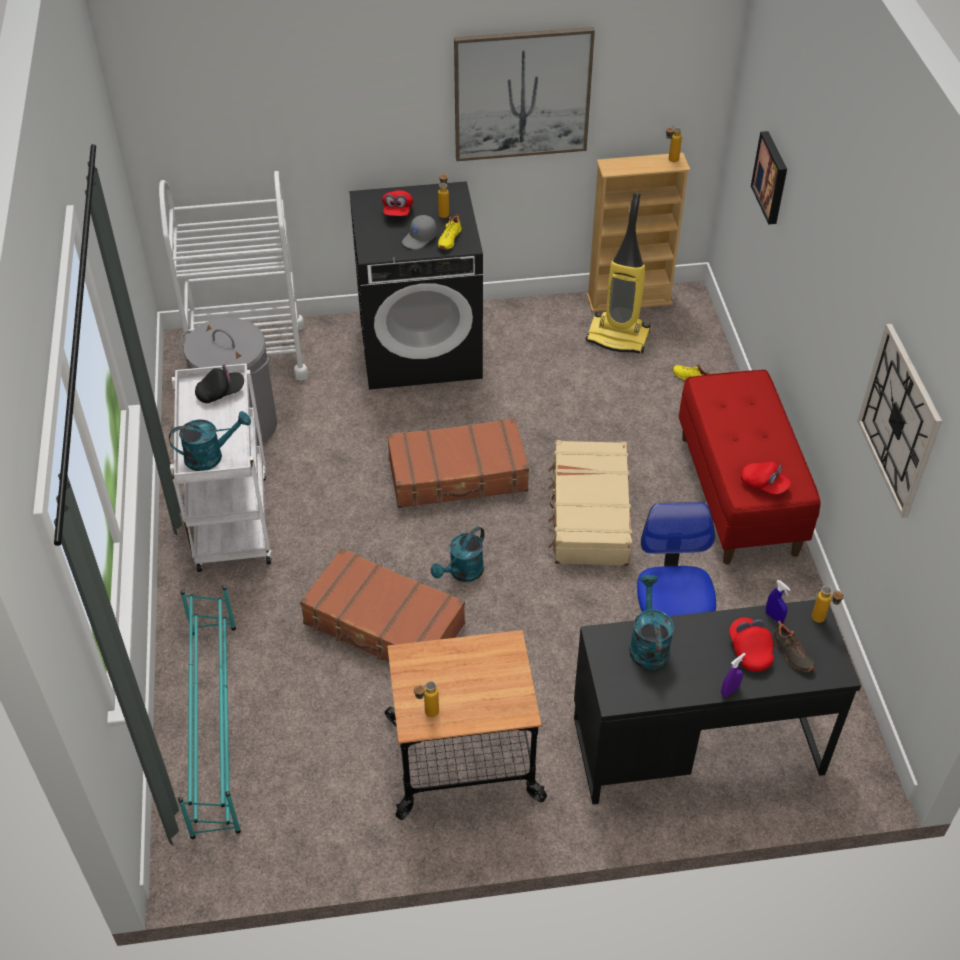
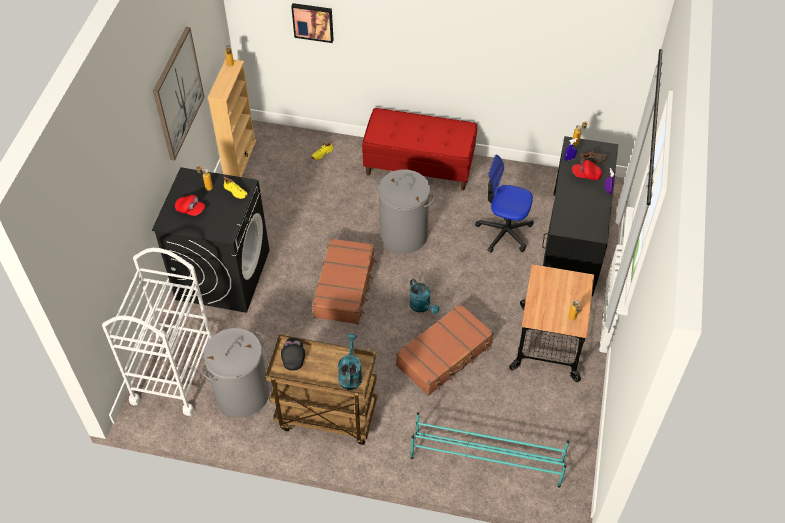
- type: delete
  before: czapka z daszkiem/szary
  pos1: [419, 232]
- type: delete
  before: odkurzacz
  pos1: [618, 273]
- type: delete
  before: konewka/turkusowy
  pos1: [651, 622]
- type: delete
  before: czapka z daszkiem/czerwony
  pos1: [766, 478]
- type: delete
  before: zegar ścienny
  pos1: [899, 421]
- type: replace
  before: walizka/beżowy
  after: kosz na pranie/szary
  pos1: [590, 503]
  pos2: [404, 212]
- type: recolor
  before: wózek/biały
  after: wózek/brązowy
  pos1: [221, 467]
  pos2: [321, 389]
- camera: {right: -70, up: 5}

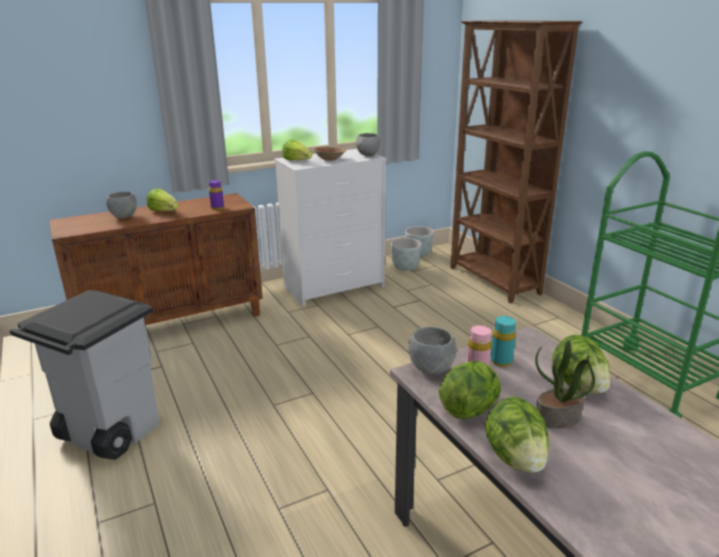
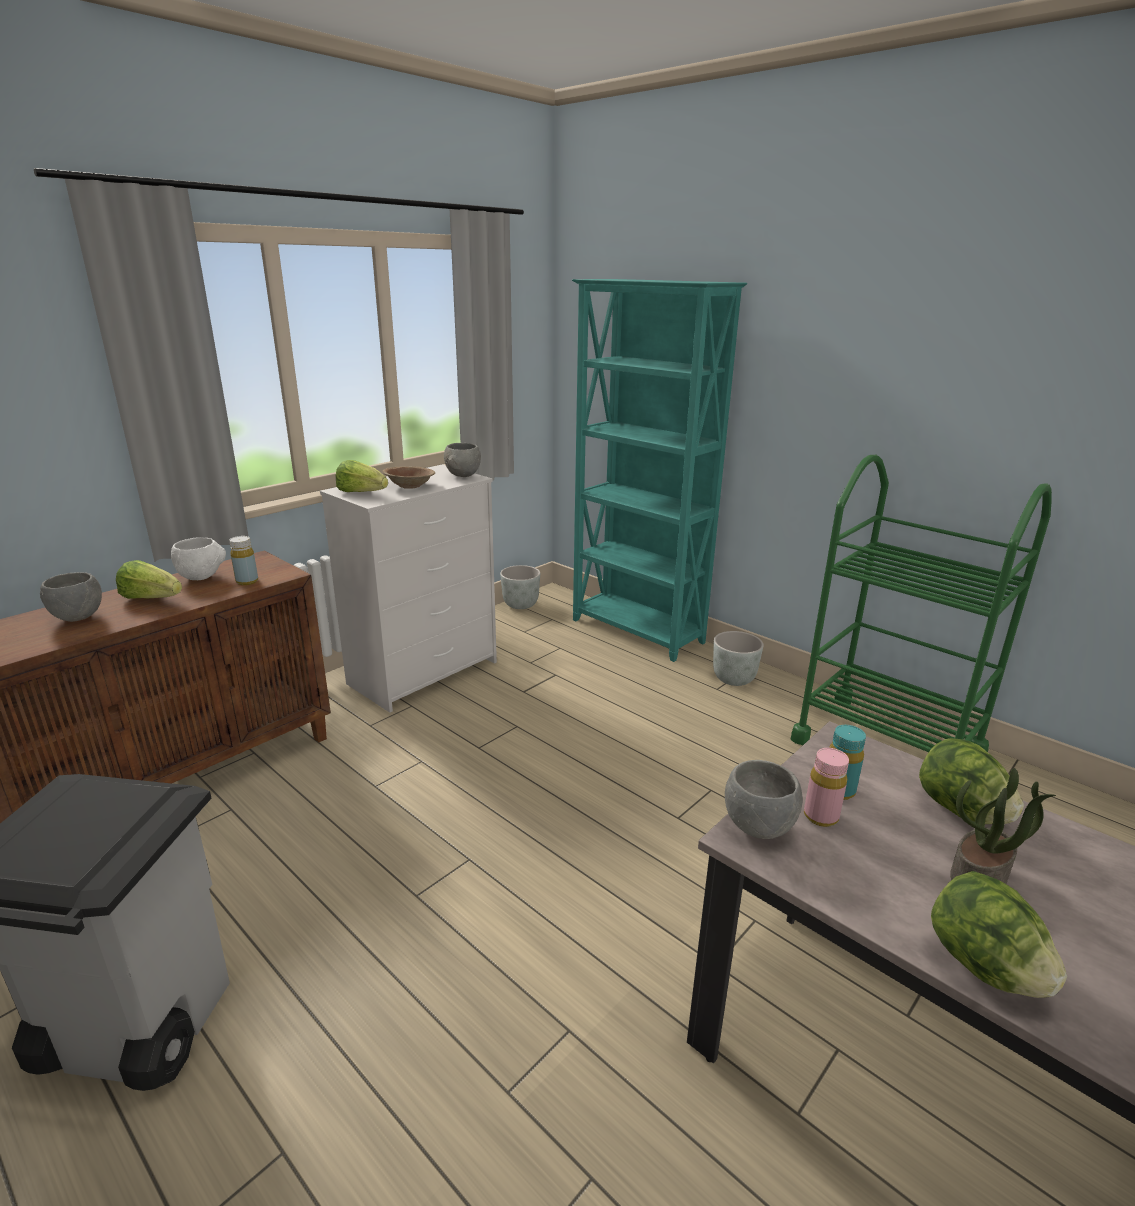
- type: delete
  before: sałata
  pos1: [470, 390]
- type: insert
  after: miska/biały
  pos2: [198, 559]
- type: move
  before: donica/szary
  pos1: [406, 254]
  pos2: [738, 658]
- type: recolor
  before: butelka/fioletowy
  after: butelka/żółty
  pos1: [216, 195]
  pos2: [243, 560]
- type: recolor
  before: regał/brązowy
  after: regał/turkusowy
  pos1: [517, 162]
  pos2: [659, 470]
- camera: {right: -20, up: 0}

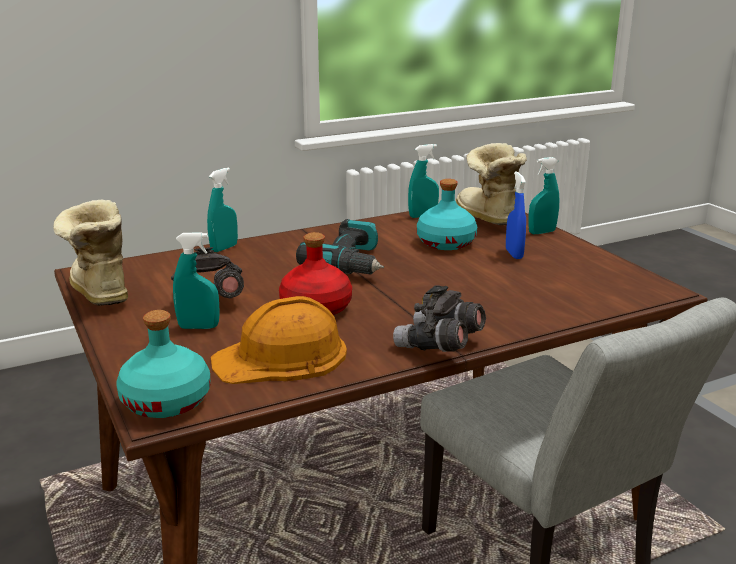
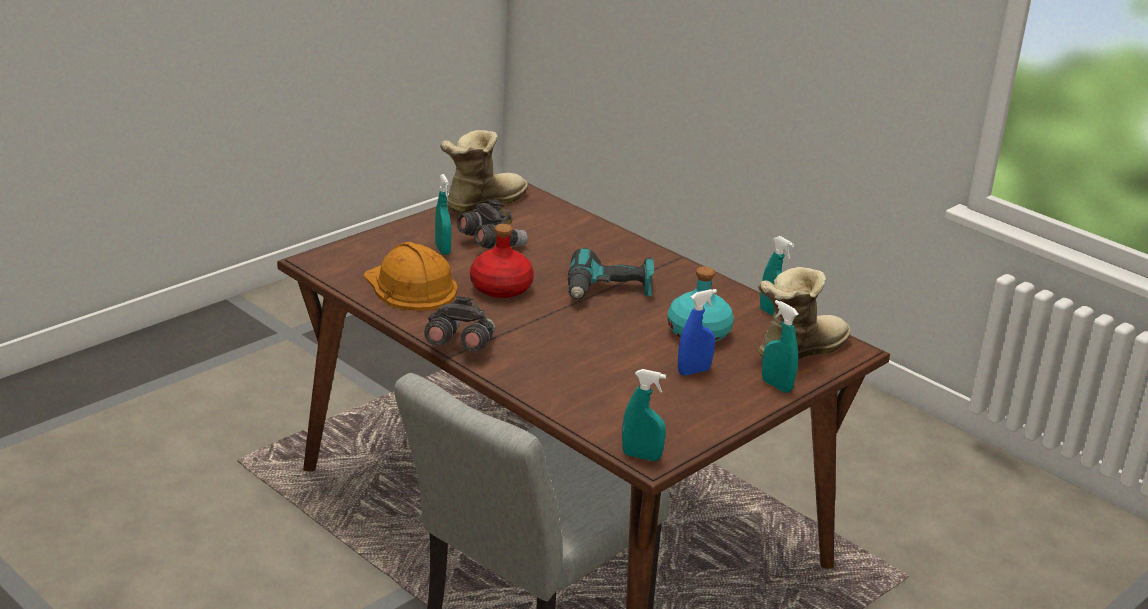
- type: delete
  before: butelka/turkusowy
  pos1: [163, 364]
- type: move
  before: spryskiwacz/turkusowy
  pos1: [222, 210]
  pos2: [644, 415]
- camera: {right: 70, up: 5}

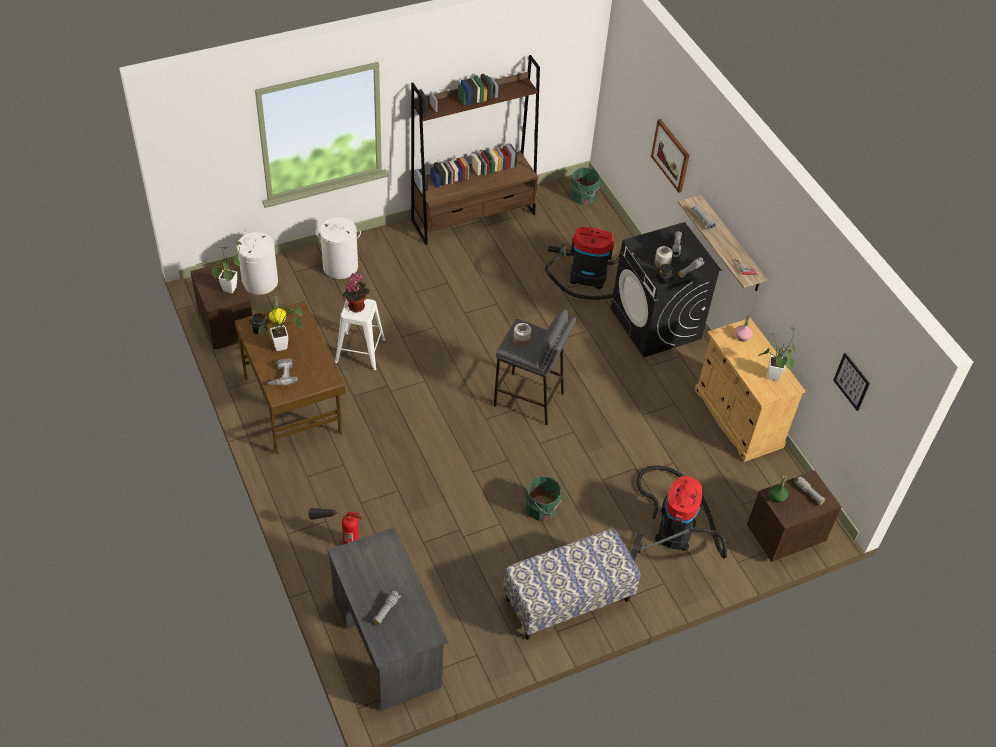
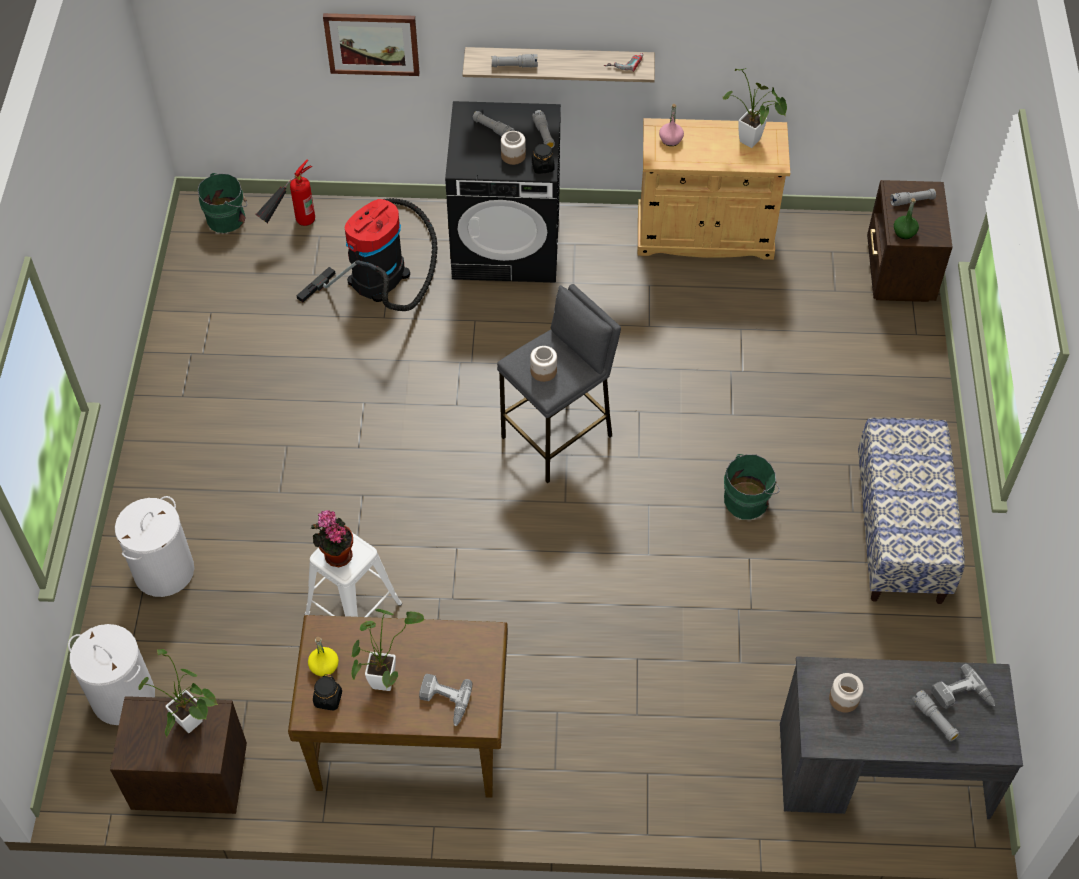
- type: delete
  before: regał/brązowy
  pos1: [475, 150]
- type: delete
  before: odkurzacz
  pos1: [678, 513]
- type: delete
  before: obraz
  pos1: [851, 382]
- type: insert
  after: słoik
  pos2: [846, 693]
- type: insert
  after: wiertarka
  pos2: [963, 686]
- type: move
  before: gaśnica
  pos1: [335, 526]
  pos2: [285, 193]
- camera: {right: -60, up: 5}

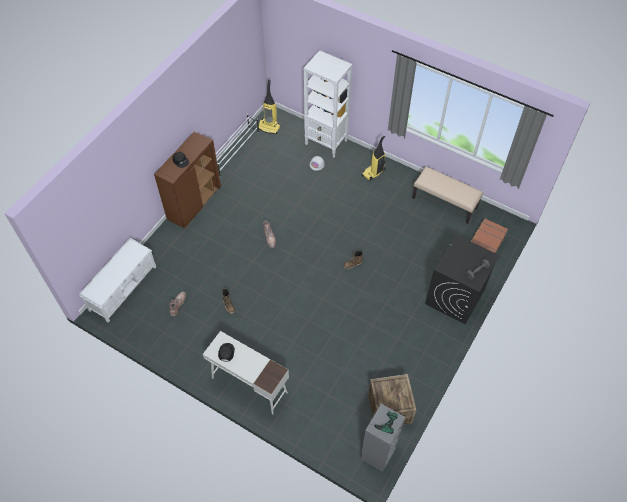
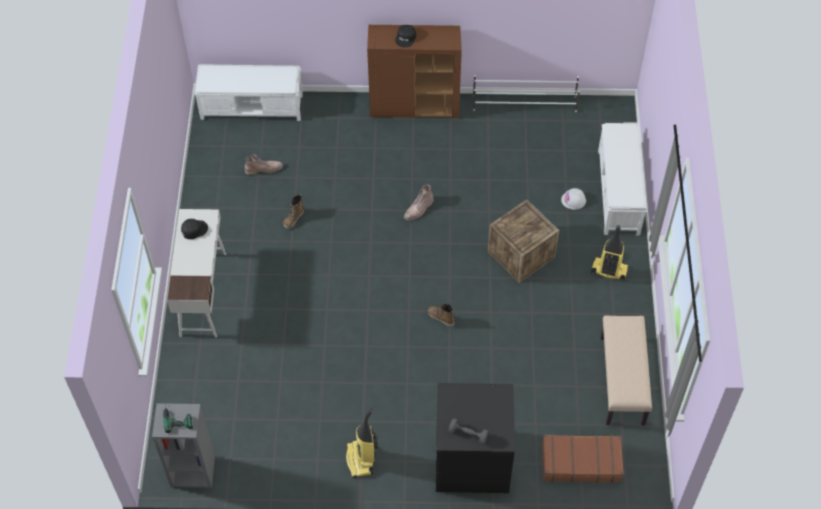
- type: move
  before: odkurzacz
  pos1: [269, 107]
  pos2: [362, 443]
- type: move
  before: skrzynka
  pos1: [392, 399]
  pos2: [523, 241]
- type: replace
  before: regał/biały
  after: ławka/biały
  pos1: [328, 104]
  pos2: [622, 178]
- camera: {right: 60, up: 0}

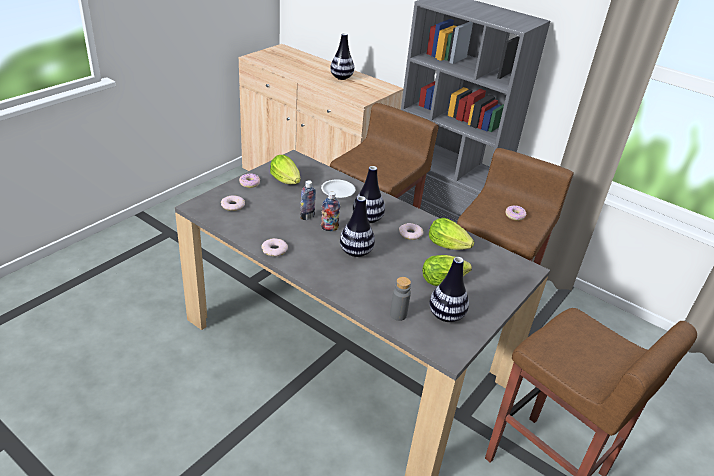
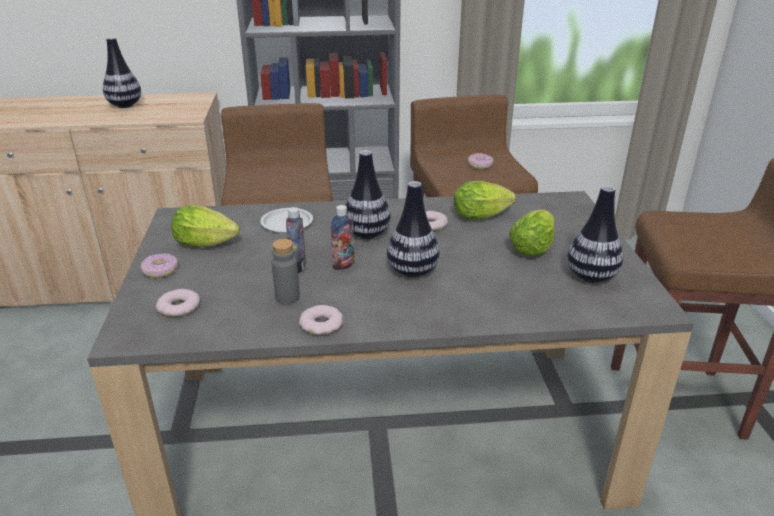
- type: move
  before: butelka/szary
  pos1: [400, 299]
  pos2: [286, 272]
- camera: {right: -40, up: -5}

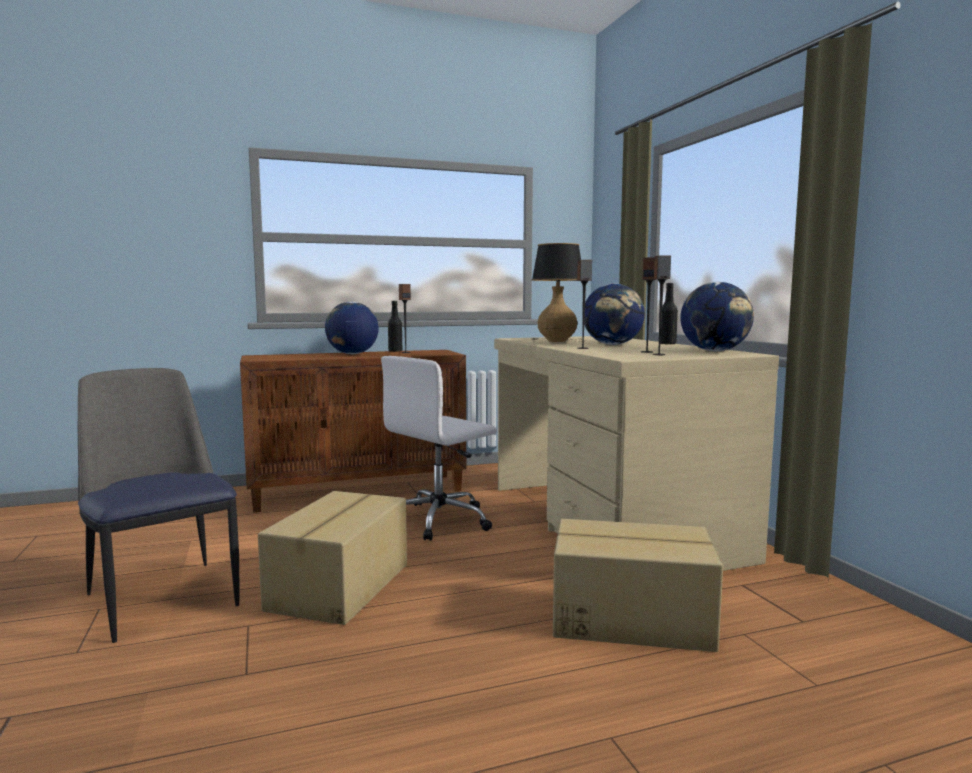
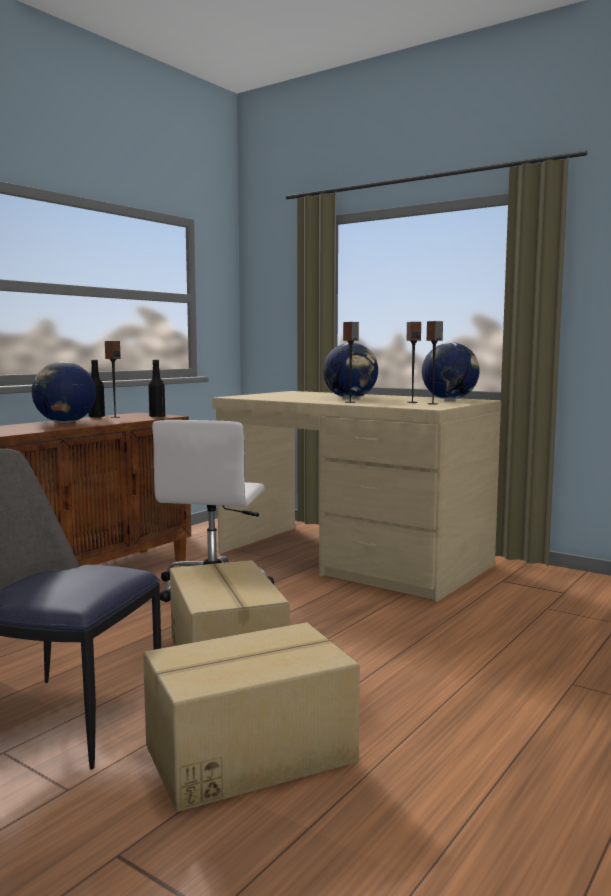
- type: delete
  before: lampa stołowa
  pos1: [557, 292]
- type: move
  before: karton
  pos1: [638, 585]
  pos2: [251, 717]
- type: move
  before: butelka/czarny
  pos1: [669, 314]
  pos2: [156, 389]
- camera: {right: -35, up: 0}

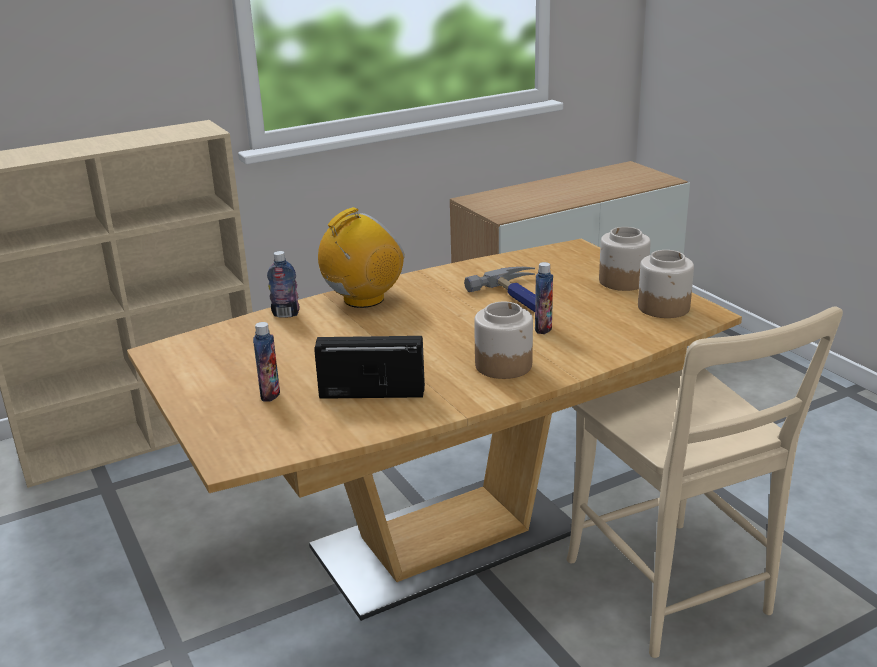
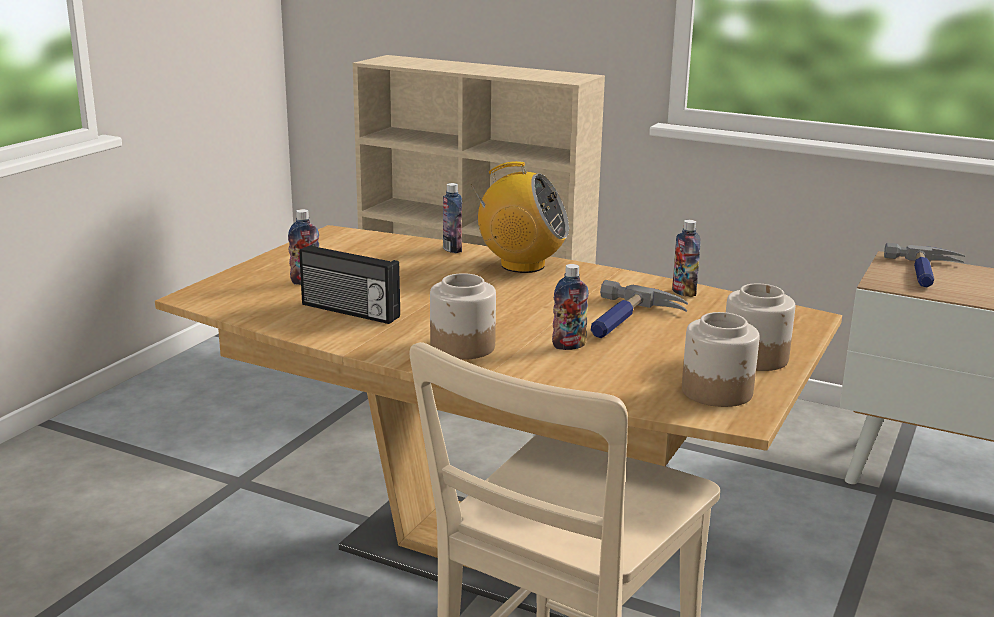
- type: insert
  after: butelka
  pos2: [686, 258]
- type: insert
  after: młotek
  pos2: [924, 265]
- type: rotate
  before: radio
  pos1: [369, 367]
  pos2: [349, 284]
  turn: 150
- camera: {right: 55, up: -5}

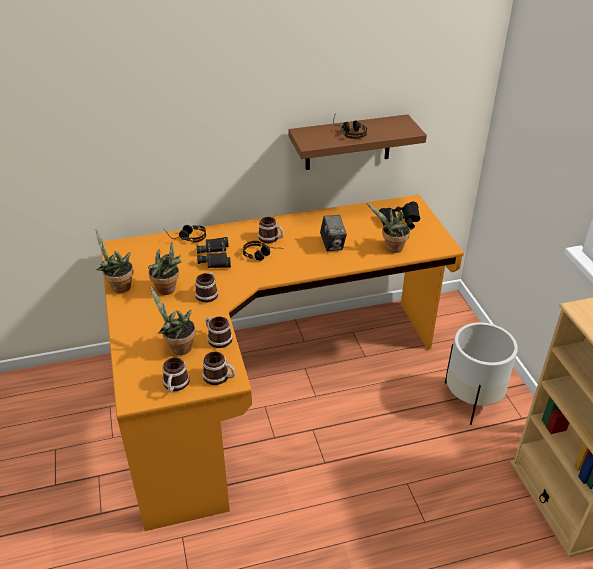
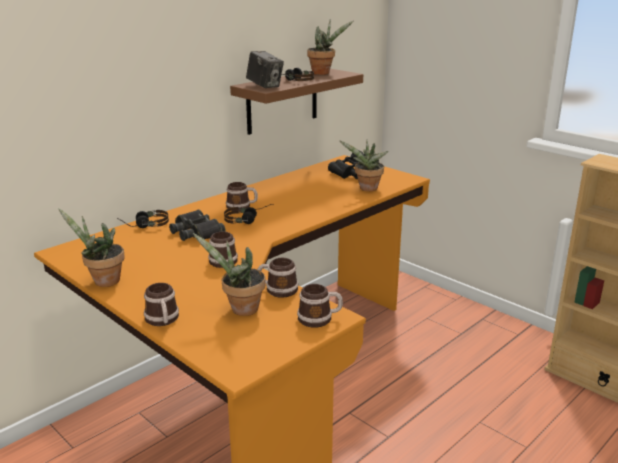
- type: delete
  before: donica/biały
  pos1: [481, 373]
- type: move
  before: roślina doniczkowa
  pos1: [165, 268]
  pos2: [330, 47]
- type: move
  before: kubek
  pos1: [175, 375]
  pos2: [161, 304]
- type: move
  before: aparat fotograficzny
  pos1: [333, 233]
  pos2: [265, 69]
- camera: {right: -30, up: -15}

